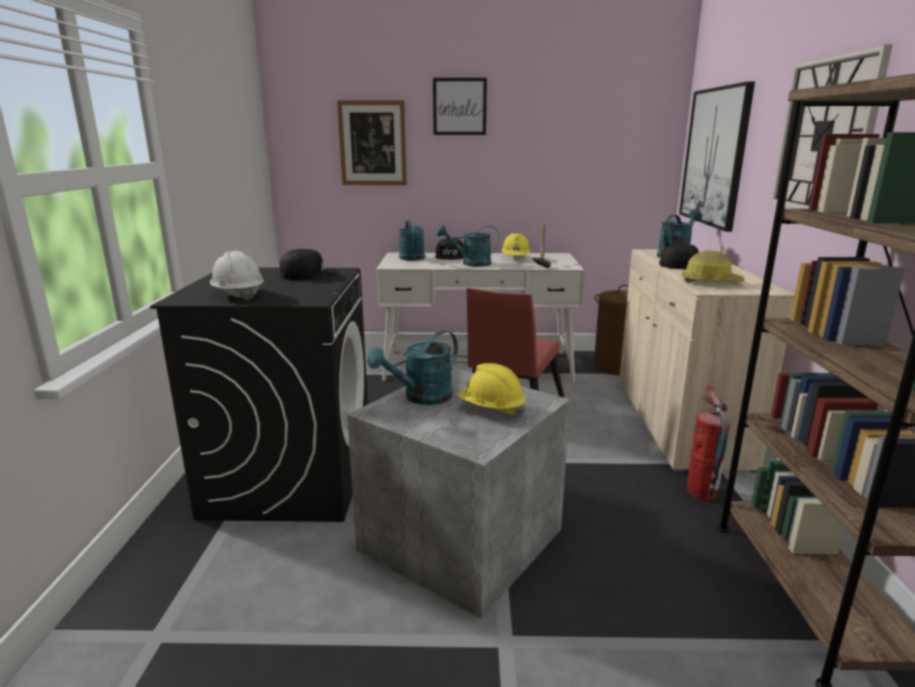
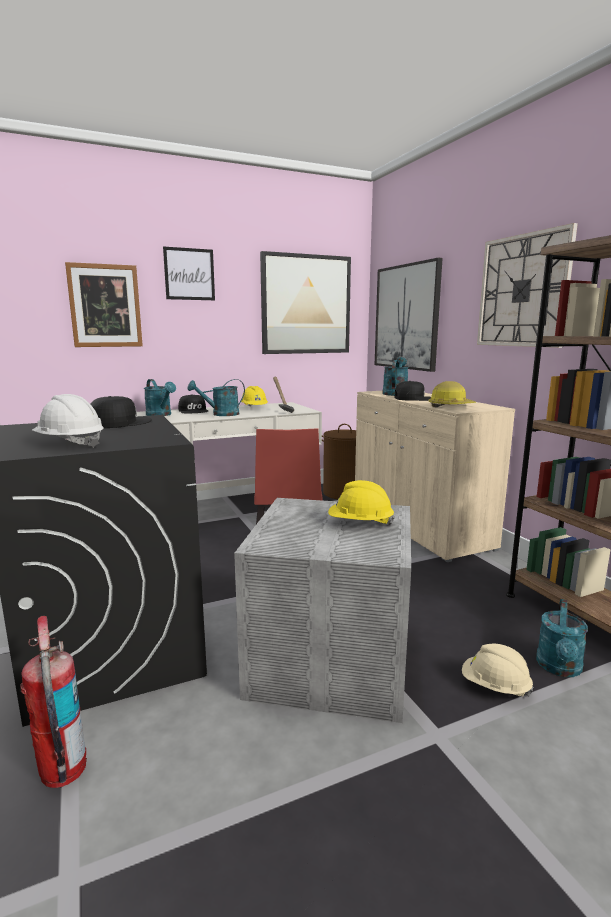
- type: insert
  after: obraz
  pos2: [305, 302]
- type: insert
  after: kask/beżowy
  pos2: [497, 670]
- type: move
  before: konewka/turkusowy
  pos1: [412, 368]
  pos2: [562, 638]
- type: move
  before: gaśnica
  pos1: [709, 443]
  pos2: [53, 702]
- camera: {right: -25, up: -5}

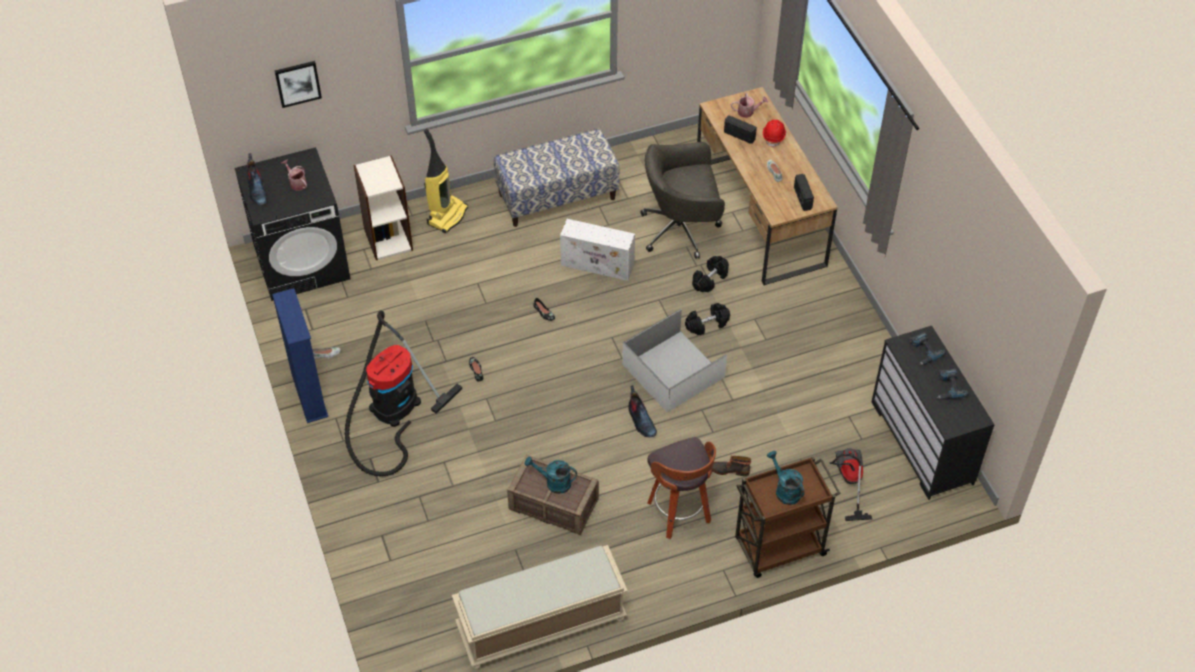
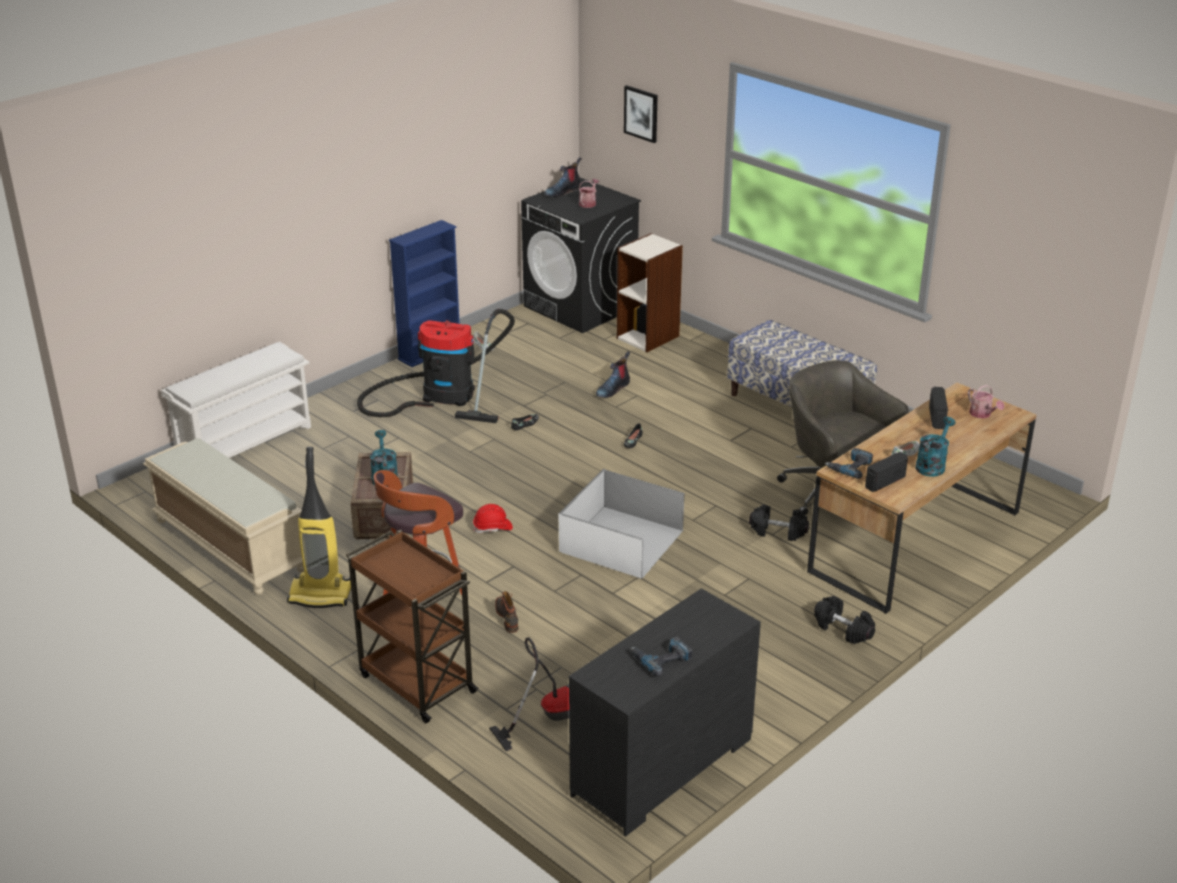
- type: delete
  before: pojemnik do przechowywania/biały
  pos1: [597, 250]
- type: insert
  after: regał na buty/biały
  pos2: [236, 400]
- type: move
  before: odkurzacz
  pos1: [446, 181]
  pos2: [319, 527]
- type: move
  before: but z cholewką
  pos1: [642, 411]
  pos2: [613, 374]
- type: move
  before: hantel/czarny
  pos1: [707, 319]
  pos2: [844, 620]
- type: move
  before: kask/czerwony
  pos1: [774, 133]
  pos2: [493, 518]
- type: move
  before: konewka/turkusowy
  pos1: [786, 478]
  pos2: [936, 447]
- type: move
  before: wiertarka
  pos1: [928, 348]
  pos2: [849, 463]
- camera: {right: 65, up: -20}

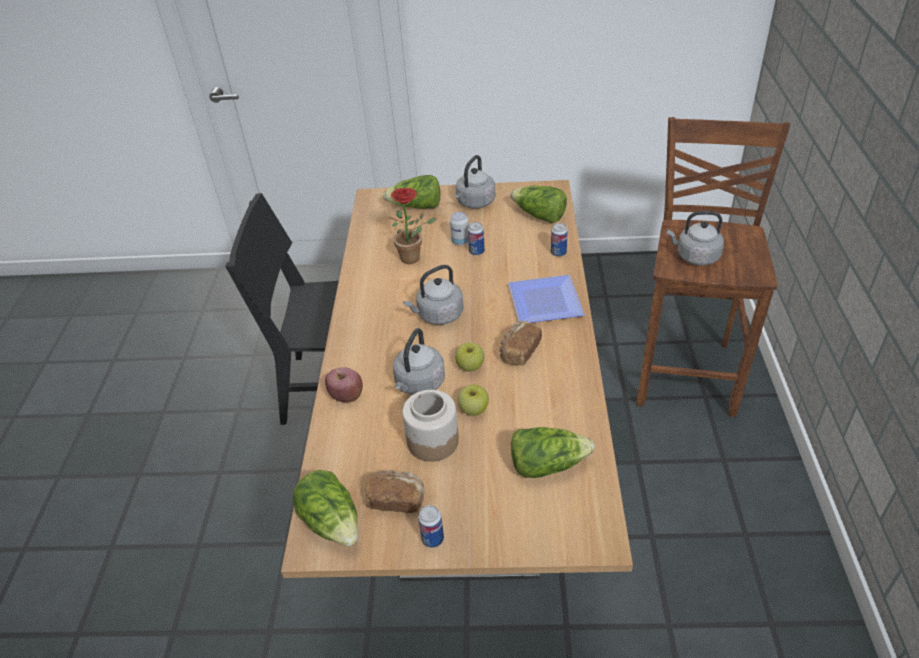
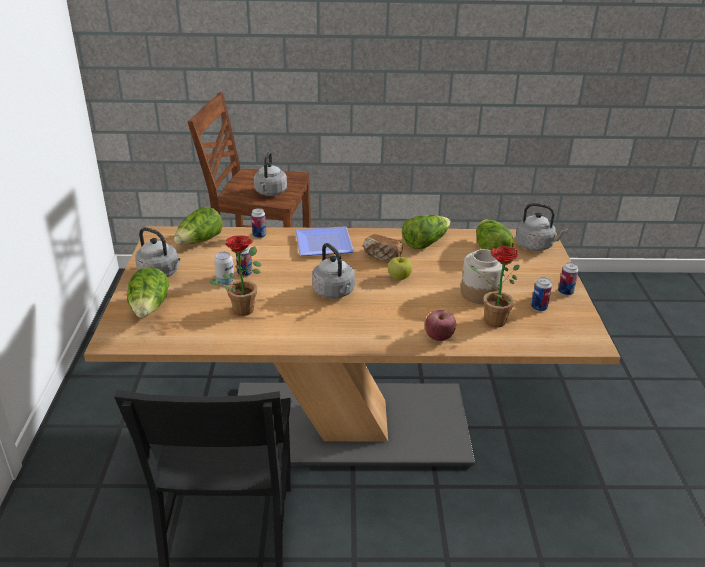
- type: delete
  before: jabłko
  pos1: [473, 400]
- type: insert
  after: roślina doniczkowa
  pos2: [494, 286]
- type: move
  before: sałata
  pos1: [325, 508]
  pos2: [426, 232]
- type: move
  before: czajnik/szary
  pos1: [419, 361]
  pos2: [542, 227]
- type: replace
  before: chleb
  after: puszka
  pos1: [394, 491]
  pos2: [541, 294]
- camera: {right: -95, up: -10}

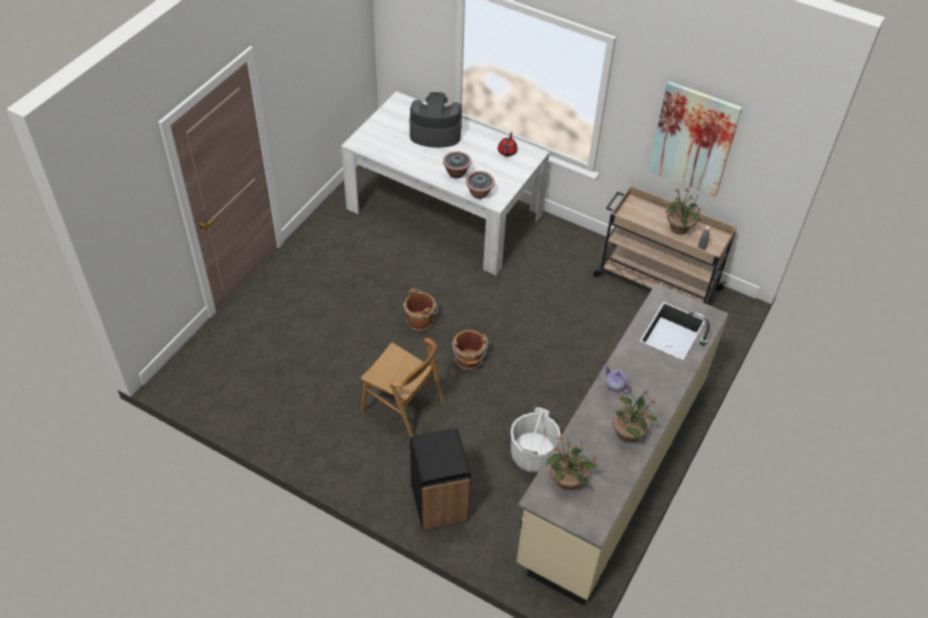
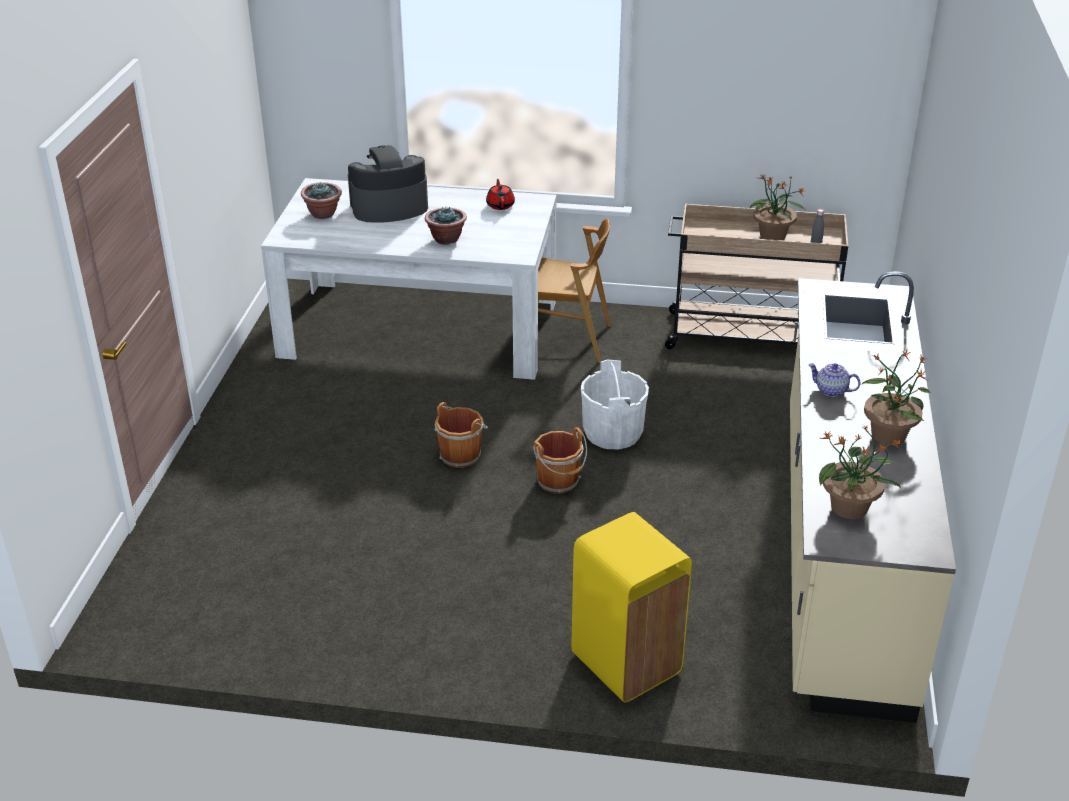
- type: delete
  before: obraz
  pos1: [695, 139]
- type: move
  before: krzesło/brązowy
  pos1: [402, 388]
  pos2: [574, 290]
- type: move
  before: roślina doniczkowa
  pos1: [480, 185]
  pos2: [321, 200]
- type: move
  before: wiadro/biały
  pos1: [536, 439]
  pos2: [615, 404]
- type: recolor
  before: kosz na śmieci/czarny
  after: kosz na śmieci/żółty
  pos1: [440, 479]
  pos2: [632, 607]
- camera: {right: -20, up: -15}

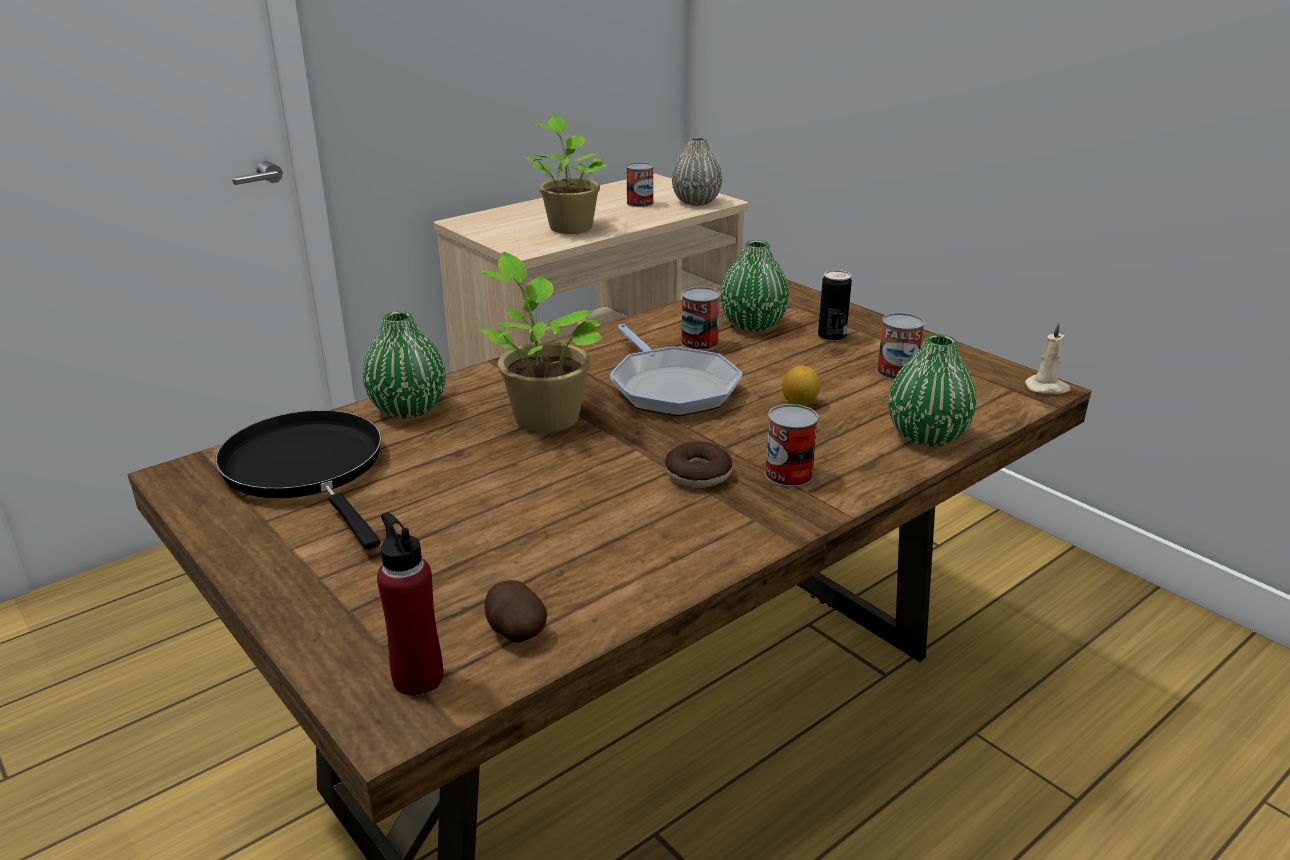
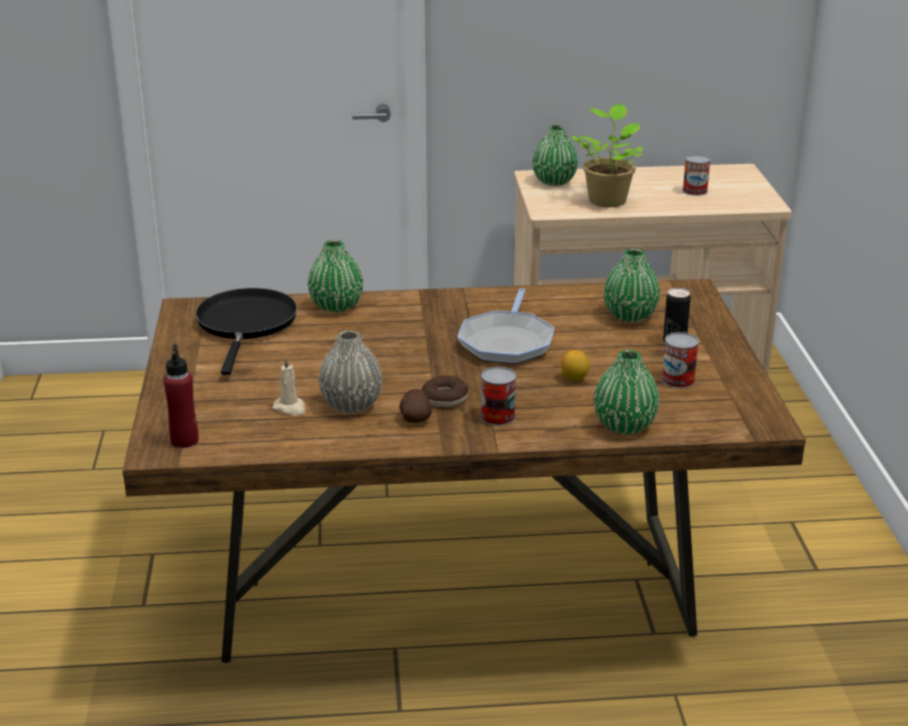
- type: delete
  before: roślina doniczkowa
  pos1: [540, 342]
- type: delete
  before: puszka
  pos1: [700, 319]
- type: insert
  after: wazon/zielony
  pos2: [555, 155]
- type: move
  before: ziemniak
  pos1: [516, 611]
  pos2: [415, 406]
- type: move
  before: wazon/szary
  pos1: [697, 171]
  pos2: [350, 371]
- type: move
  before: świeca/beżowy
  pos1: [1047, 358]
  pos2: [289, 385]
- camera: {right: 35, up: 0}

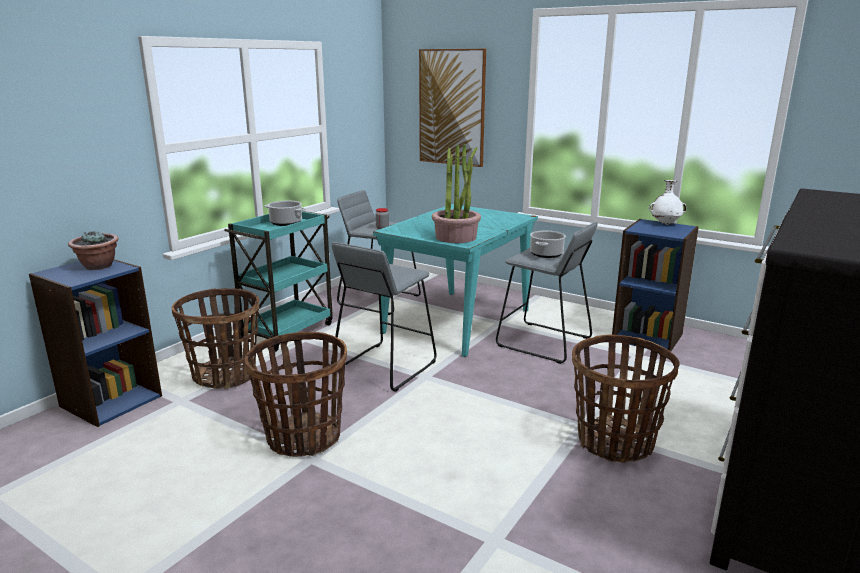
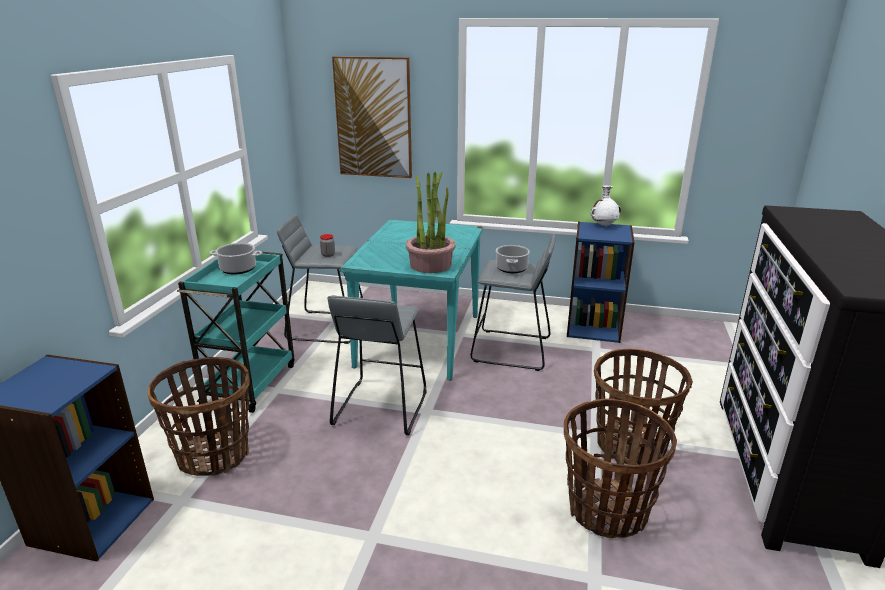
- type: delete
  before: roślina doniczkowa
  pos1: [93, 250]
- type: move
  before: koszyk
  pos1: [296, 394]
  pos2: [620, 468]
- camera: {right: -20, up: 5}

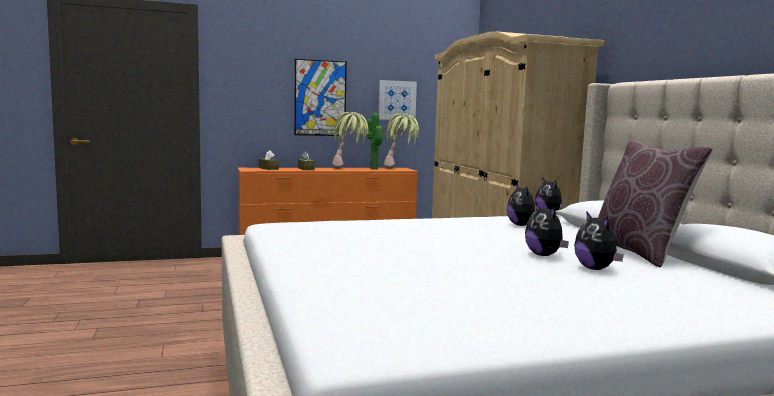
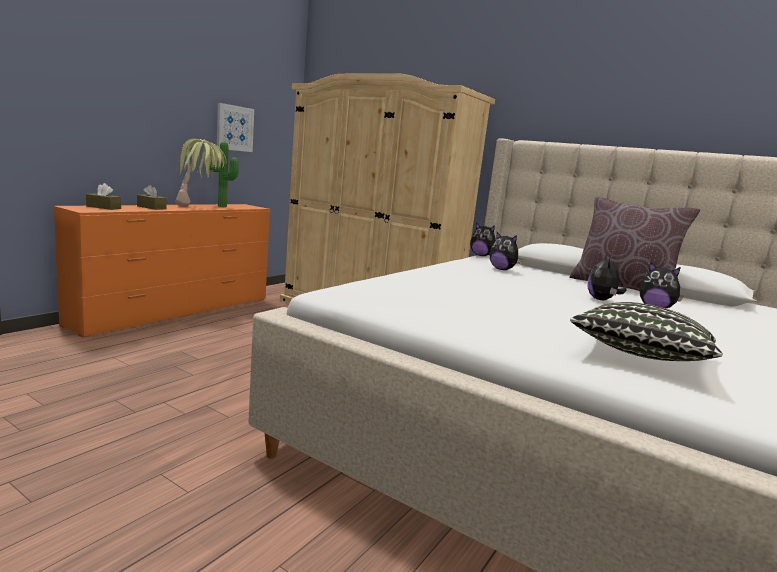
- type: delete
  before: obraz
  pos1: [320, 97]
- type: delete
  before: roślina doniczkowa
  pos1: [401, 141]
- type: insert
  after: poduszka
  pos2: [646, 331]
- type: rotate
  before: pluszak
  pos1: [547, 229]
  pos2: [607, 277]
  turn: 75
- camera: {right: -40, up: 5}

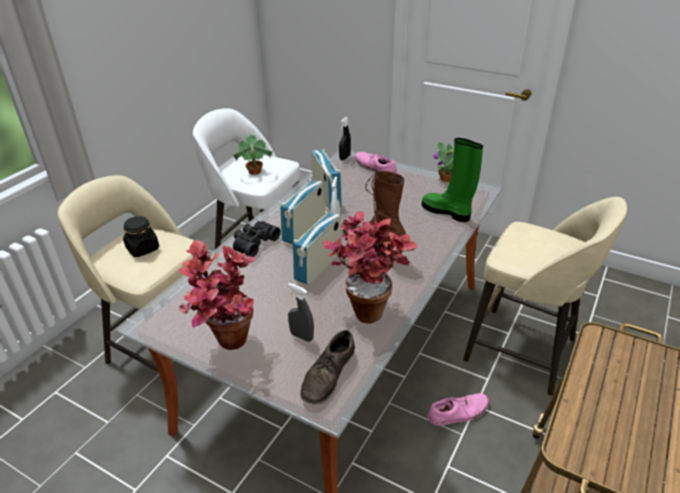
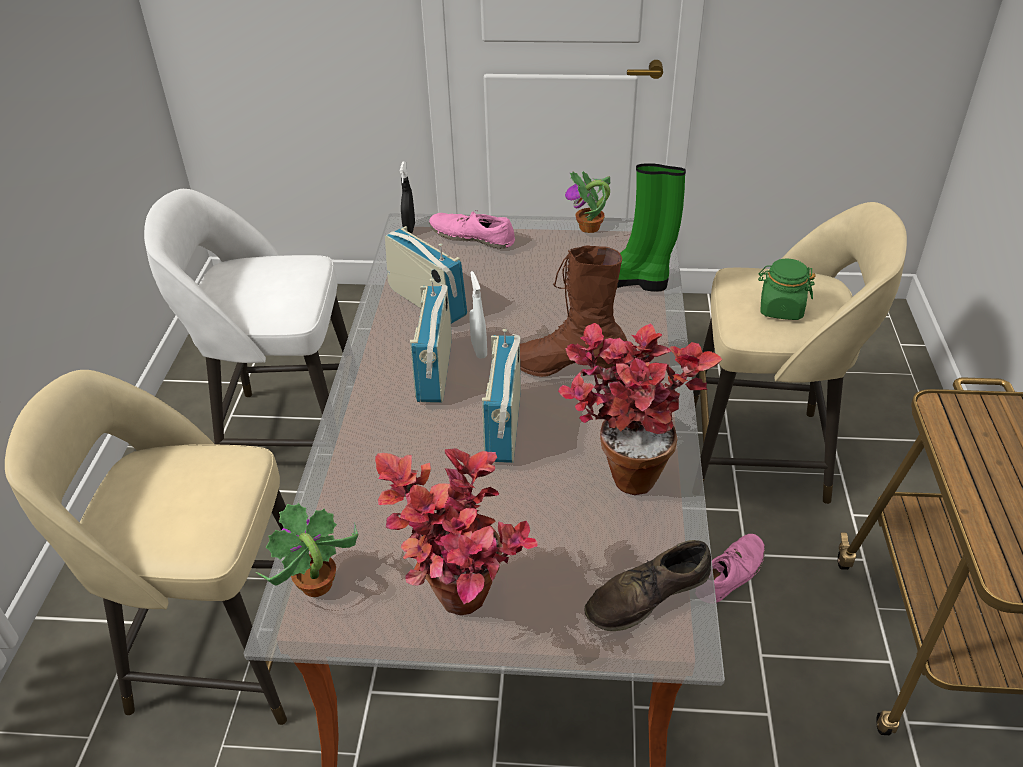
- type: delete
  before: słoik/czarny
  pos1: [141, 236]
- type: delete
  before: lornetka/czarny
  pos1: [257, 239]
- type: delete
  before: spryskiwacz/szary
  pos1: [301, 312]
- type: insert
  after: słoik/zielony
  pos2: [786, 289]
- type: move
  before: roślina doniczkowa
  pos1: [252, 154]
  pos2: [307, 550]
- type: rotate
  before: but/brązowy
  pos1: [327, 367]
  pos2: [648, 585]
  turn: 60
- camera: {right: -25, up: 5}

